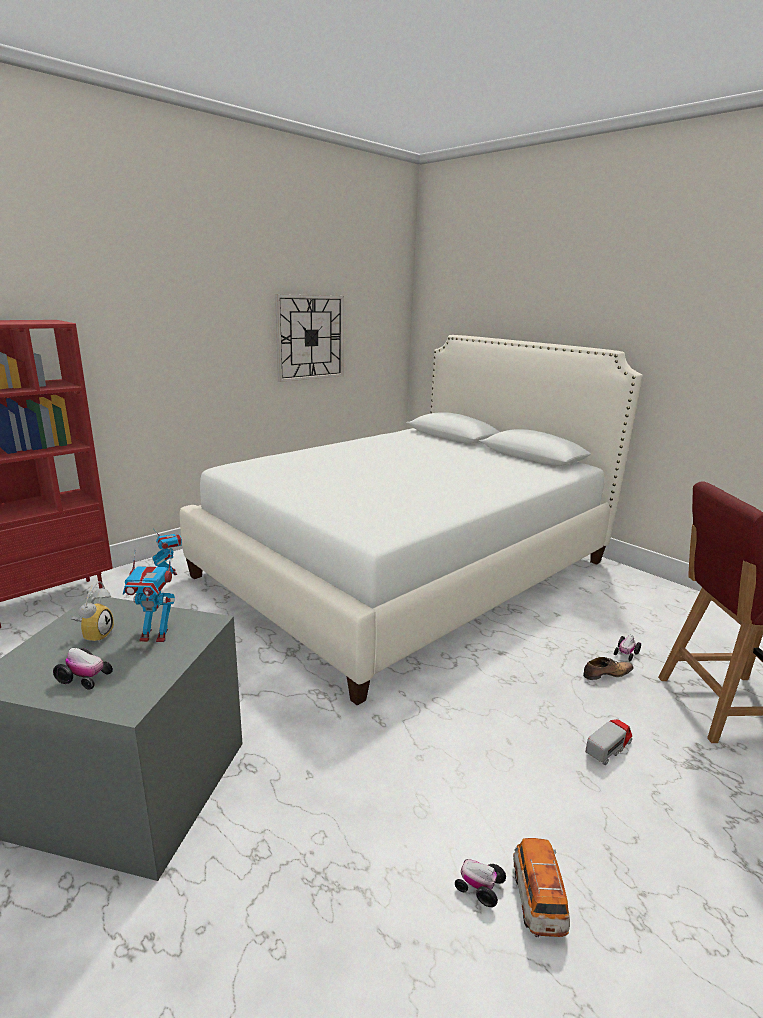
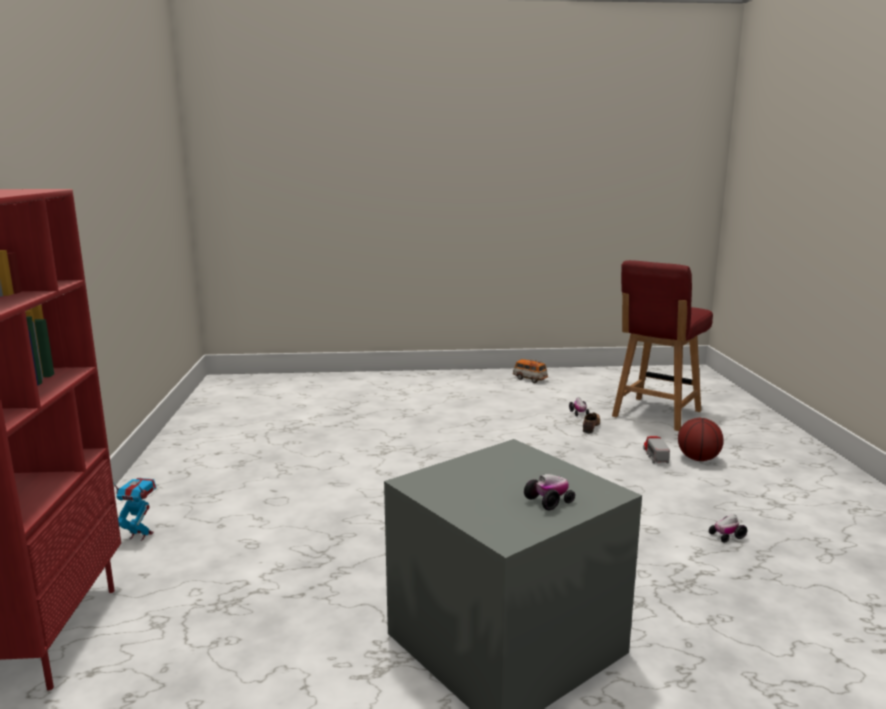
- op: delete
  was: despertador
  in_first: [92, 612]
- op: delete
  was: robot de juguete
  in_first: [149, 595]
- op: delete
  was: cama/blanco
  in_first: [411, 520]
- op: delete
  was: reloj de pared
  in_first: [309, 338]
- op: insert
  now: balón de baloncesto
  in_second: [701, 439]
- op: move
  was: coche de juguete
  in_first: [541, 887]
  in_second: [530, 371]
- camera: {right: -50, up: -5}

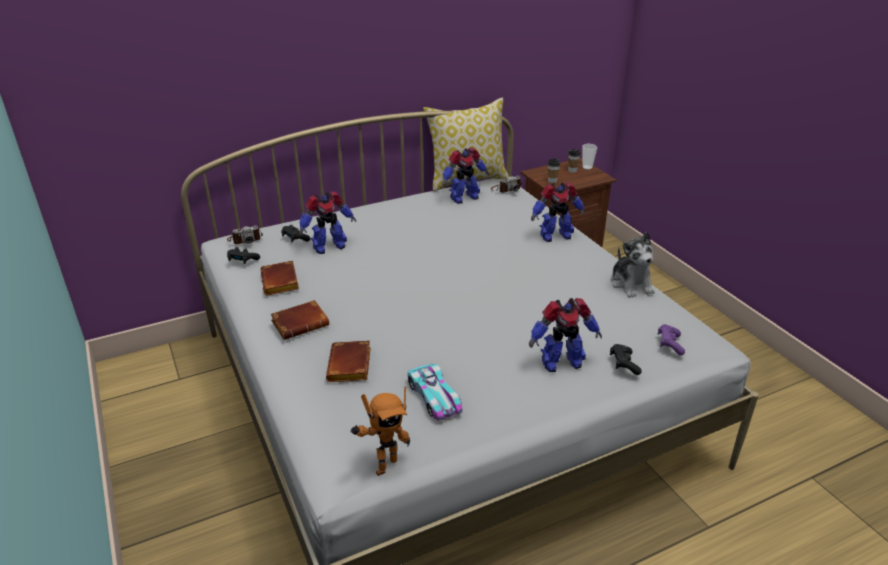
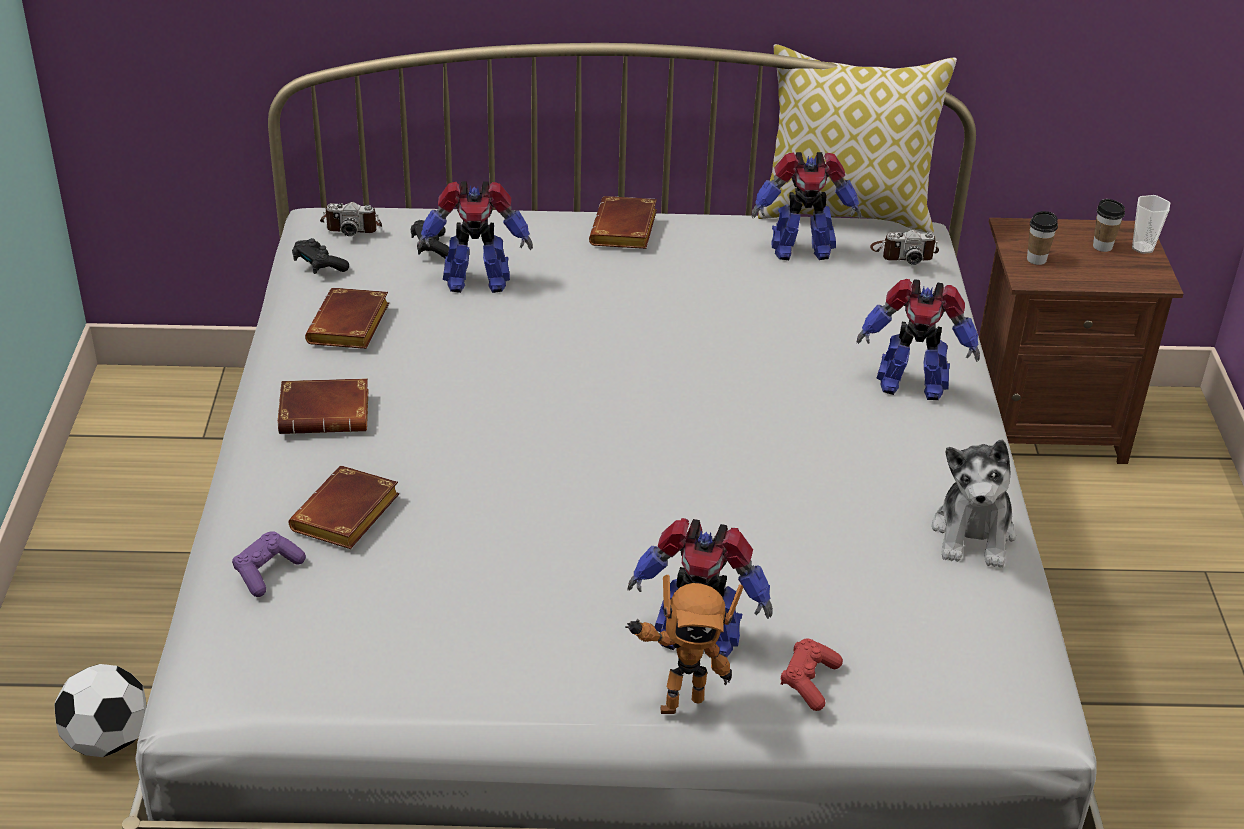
- op: delete
  was: coche de juguete
  in_first: [435, 392]
- op: insert
  now: balón de fútbol
  in_second: [100, 710]
- op: insert
  now: libro/marrón
  in_second: [623, 222]
- op: move
  was: robot de juguete
  in_first: [380, 431]
  in_second: [684, 644]
- op: move
  was: mando de consola/morado
  in_first: [671, 339]
  in_second: [269, 564]
- op: recolor
  was: mando de consola/negro
  now: mando de consola/rojo
  in_first: [626, 359]
  in_second: [812, 674]
- camera: {right: 25, up: 5}

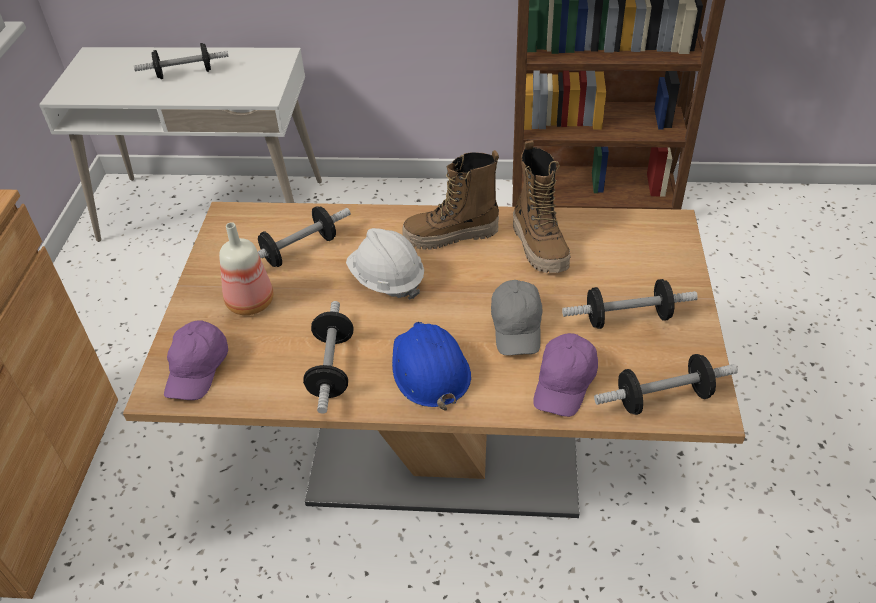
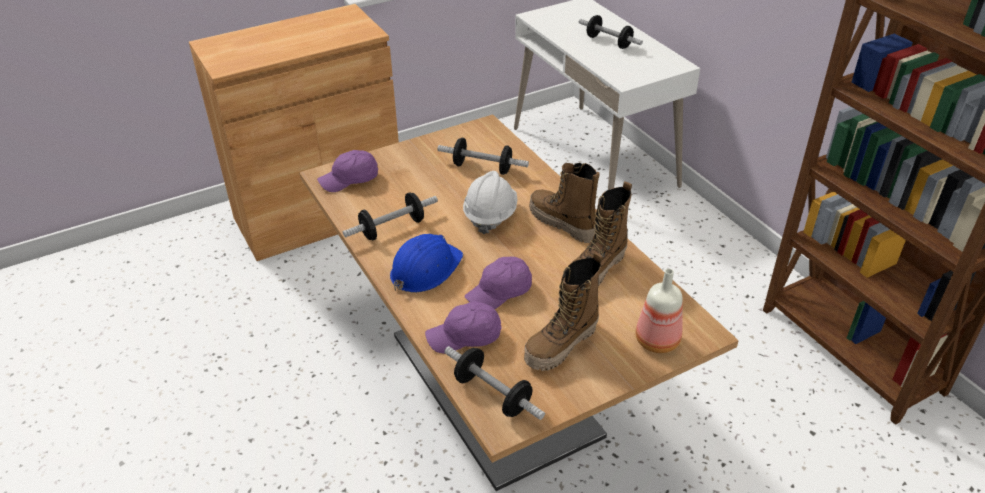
- op: move
  was: botella
  in_first: [246, 268]
  in_second: [659, 311]
- op: replace
  was: mancuerna
  now: bota
  in_first: [630, 304]
  in_second: [563, 311]
- op: recolor
  was: gorra/gris
  now: gorra/morado
  in_first: [517, 318]
  in_second: [498, 283]
- camera: {right: 55, up: -5}

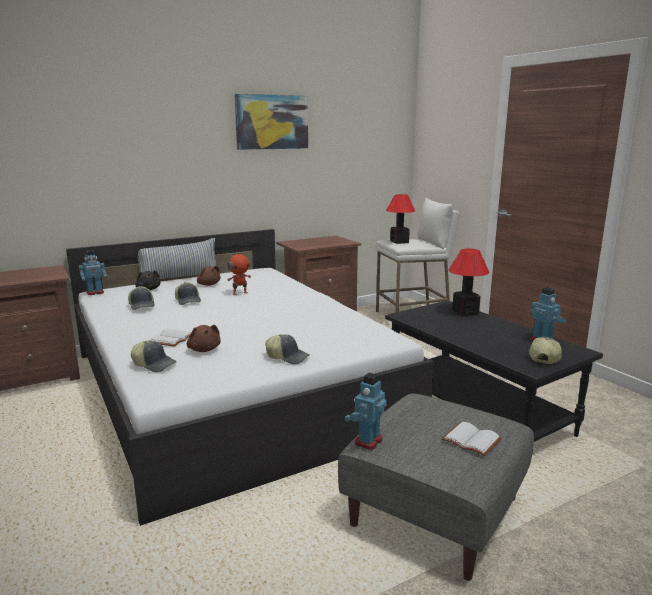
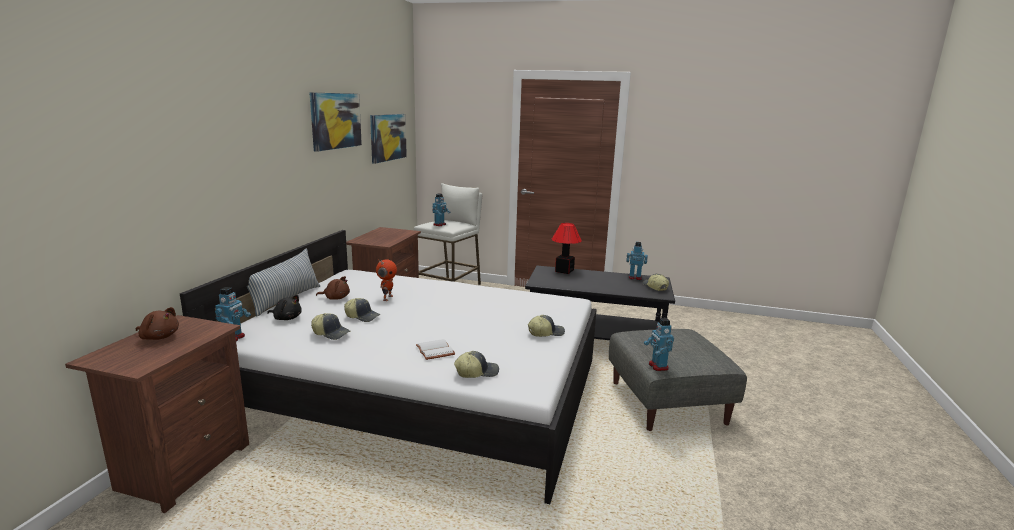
- op: delete
  was: libro/blanco
  in_first: [471, 439]
- op: insert
  now: cuadro
  in_second: [388, 139]
- op: move
  was: peluche/marrón
  in_first: [204, 338]
  in_second: [157, 323]
- op: replace
  was: lámpara de mesa
  now: robot de juguete
  in_first: [400, 219]
  in_second: [441, 210]
- camera: {right: -45, up: 0}

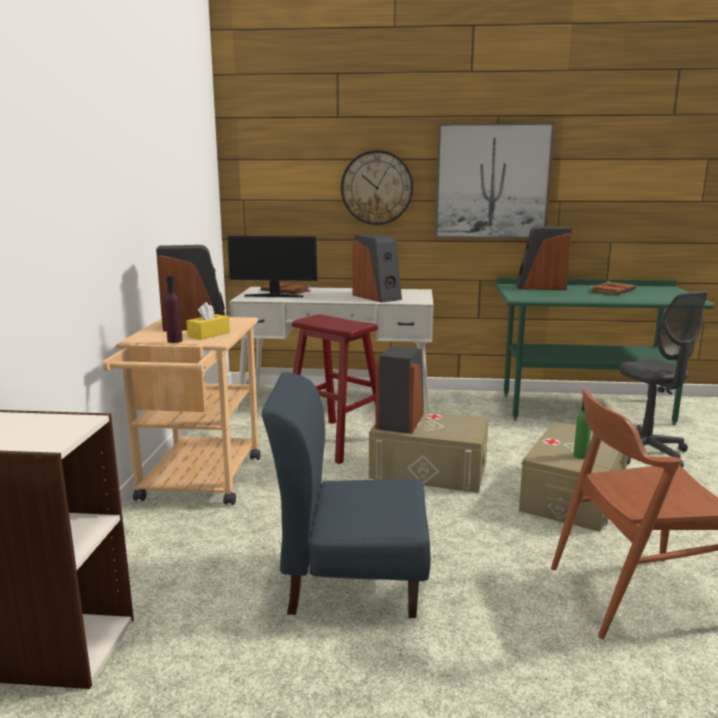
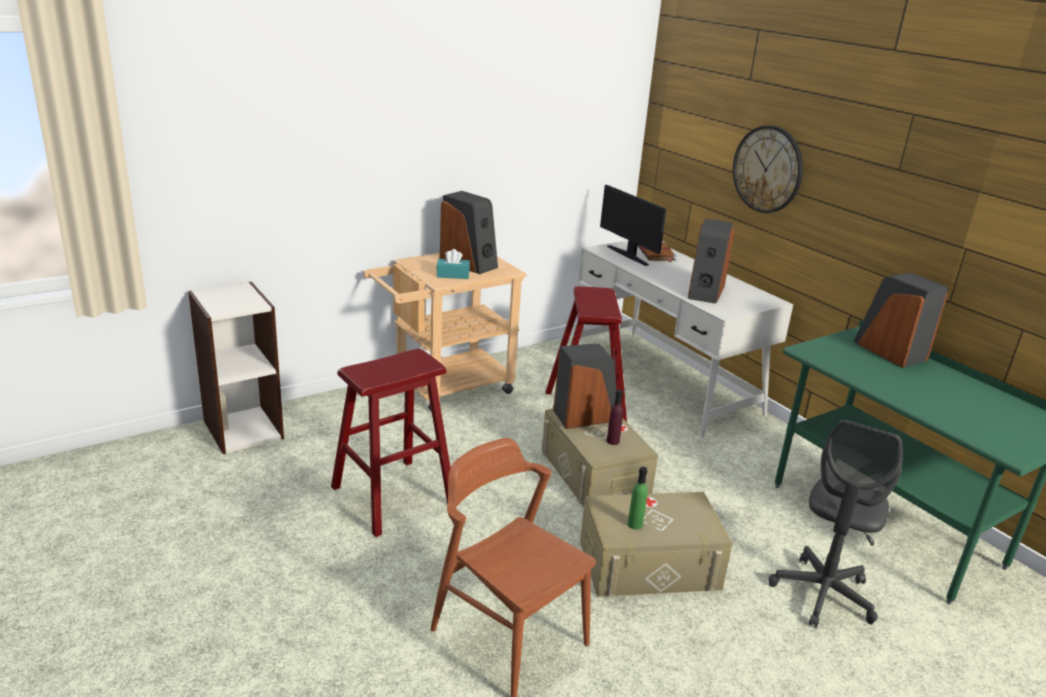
- op: delete
  was: cuadro
  in_first: [495, 180]
- op: delete
  was: libro/marrón
  in_first: [612, 288]
- op: move
  was: botella/morado
  in_first: [174, 309]
  in_second: [615, 417]
- op: replace
  was: silla/azul
  now: taburete/rojo
  in_first: [346, 495]
  in_second: [391, 443]
- op: recolor
  was: caja de pañuelos/amarillo
  now: caja de pañuelos/turquesa
  in_first: [208, 321]
  in_second: [453, 264]
- camera: {right: 50, up: 10}

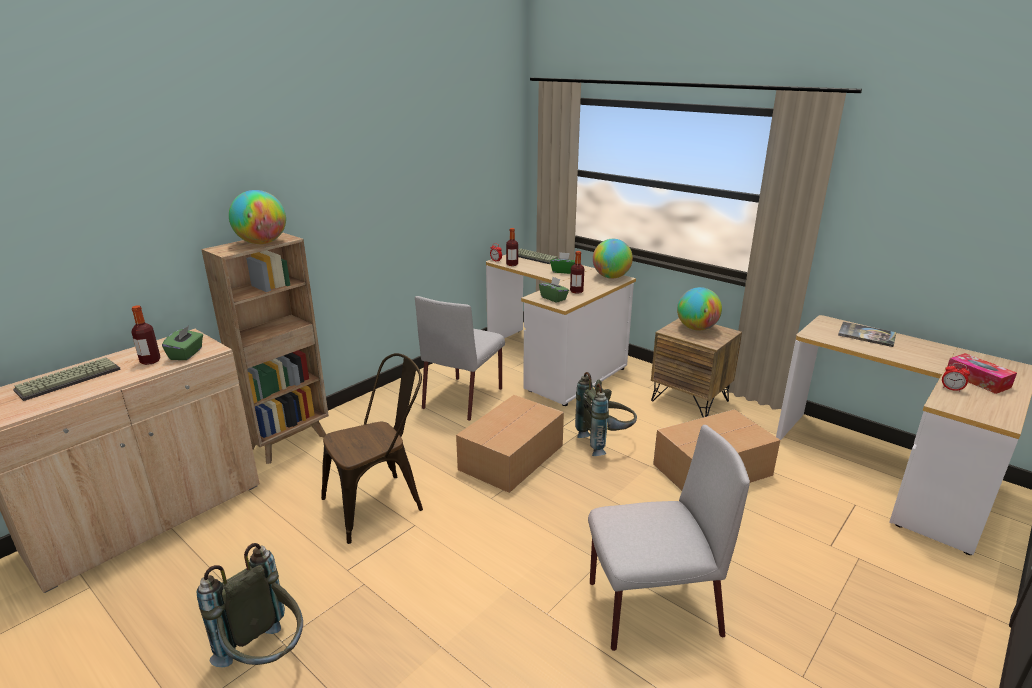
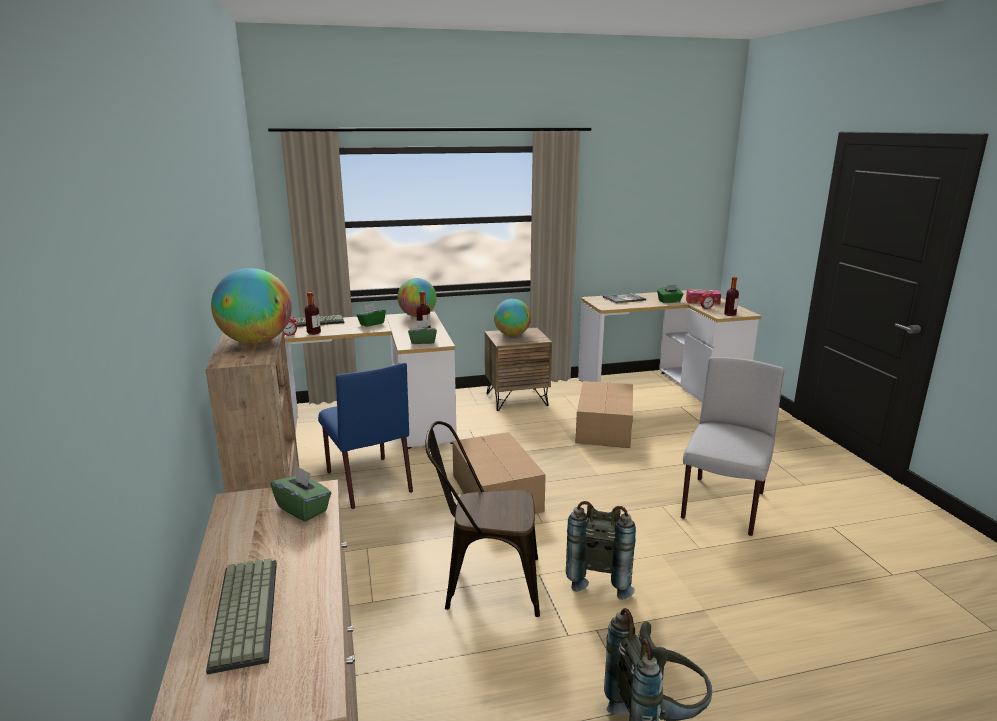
- op: insert
  now: caja de pañuelos/verde
  in_second: [670, 294]
- op: move
  was: botella
  in_first: [146, 335]
  in_second: [731, 296]
- op: move
  was: mochila/gris
  in_first: [606, 414]
  in_second: [601, 550]
- op: recolor
  was: silla/gris
  now: silla/azul
  in_first: [460, 358]
  in_second: [365, 436]
- op: rotate
  was: silla/marrón
  in_first: [372, 448]
  in_second: [482, 519]
  clockwise: -90
- camera: {right: -55, up: -5}

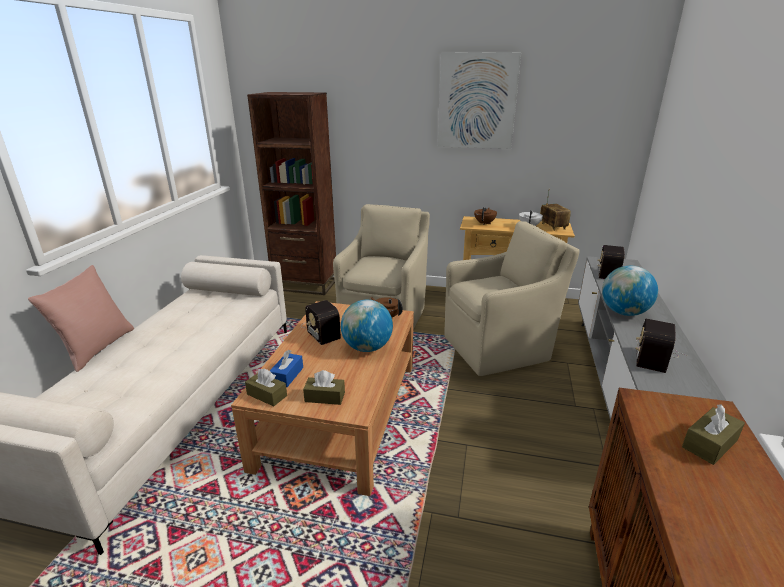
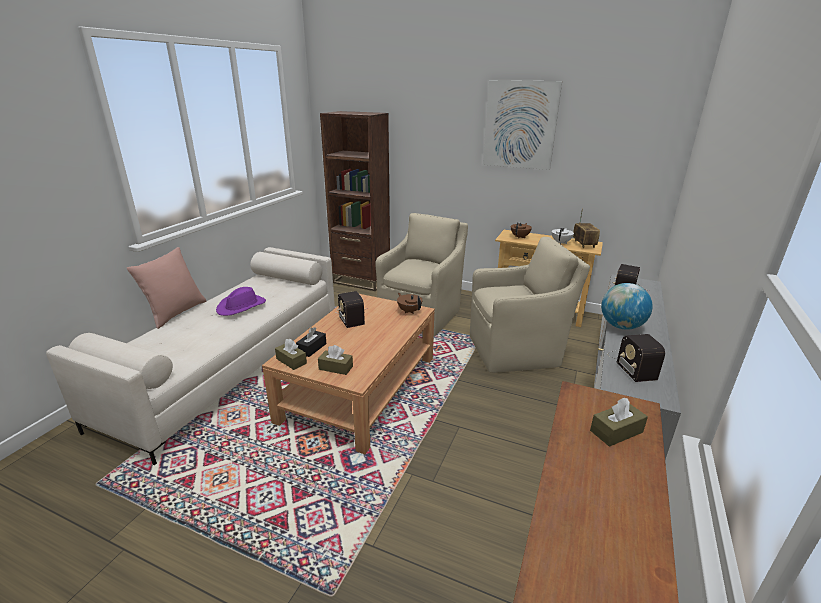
- op: delete
  was: globo terráqueo
  in_first: [367, 326]
- op: insert
  now: sombrero/morado
  in_second: [241, 301]
- op: recolor
  was: caja de pañuelos/azul
  now: caja de pañuelos/negro
  in_first: [286, 368]
  in_second: [311, 342]
- op: rotate
  was: radio
  in_first: [661, 346]
  in_second: [636, 358]
  clockwise: -45
- camera: {right: 10, up: 0}

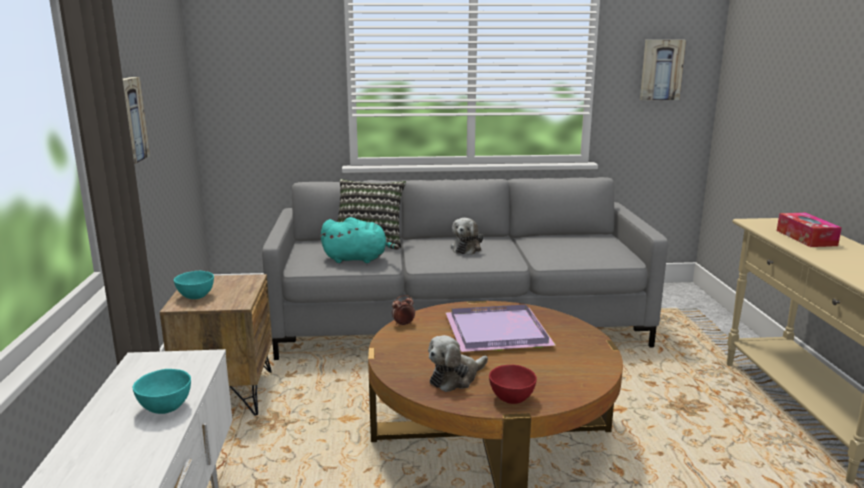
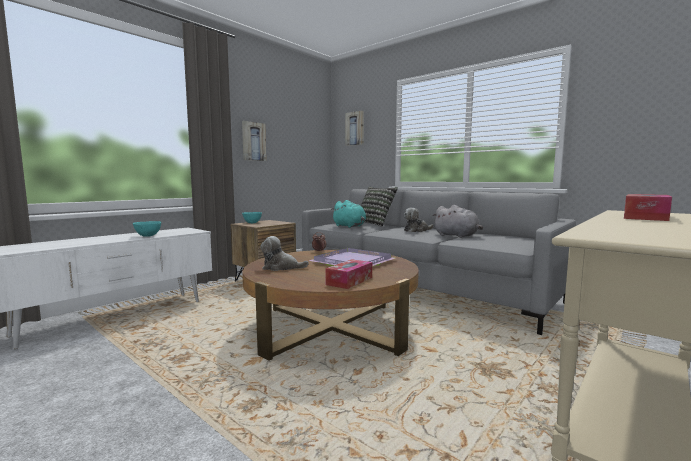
- op: delete
  was: cuenco/rojo
  in_first: [513, 384]
- op: insert
  now: caja de pañuelos
  in_second: [348, 274]
- op: insert
  now: peluche/gris
  in_second: [457, 221]
- op: move
  was: cuadro
  in_first: [663, 70]
  in_second: [354, 128]
- camera: {right: 45, up: -10}

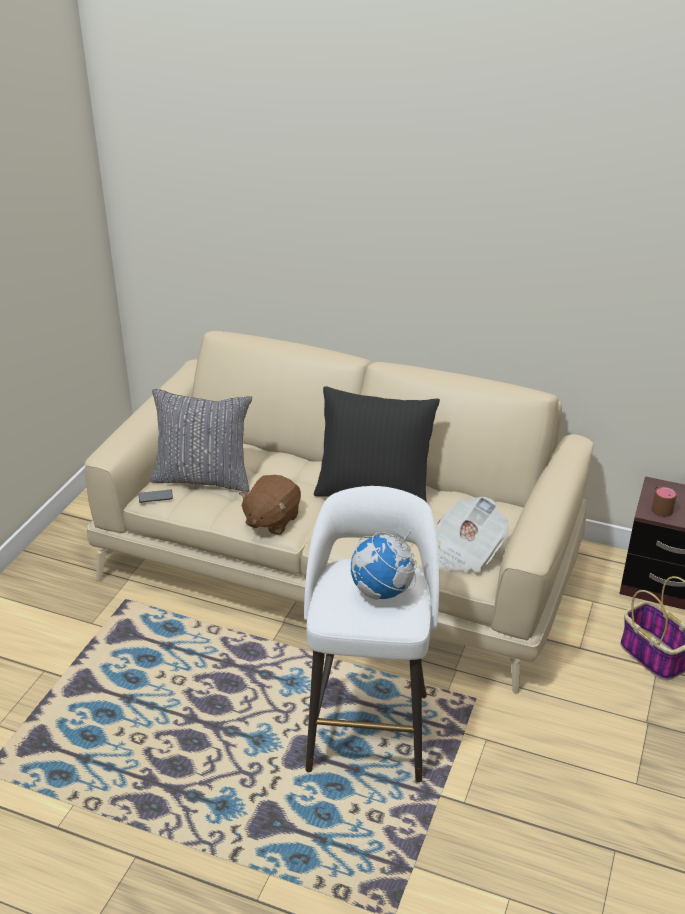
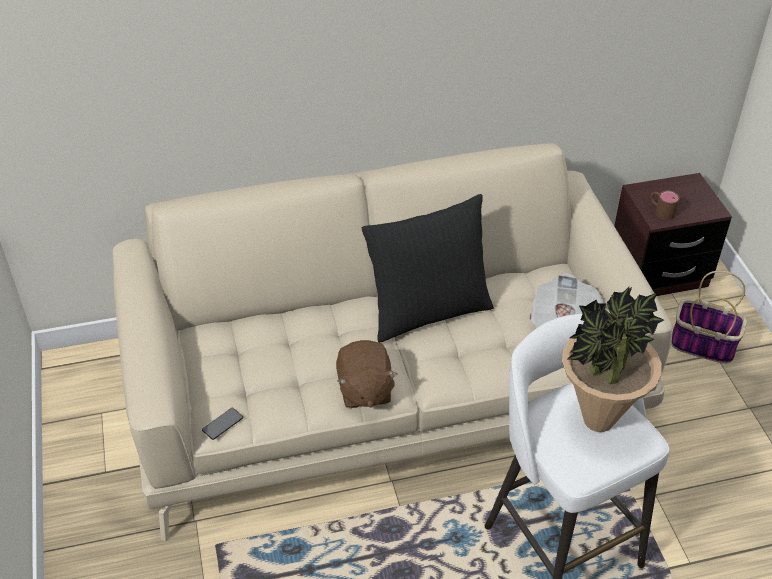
- op: delete
  was: cojín/gris
  in_first: [201, 441]
- op: replace
  was: globo terráqueo
  now: planta en maceta
  in_first: [384, 561]
  in_second: [613, 359]
- camera: {right: -35, up: 10}

